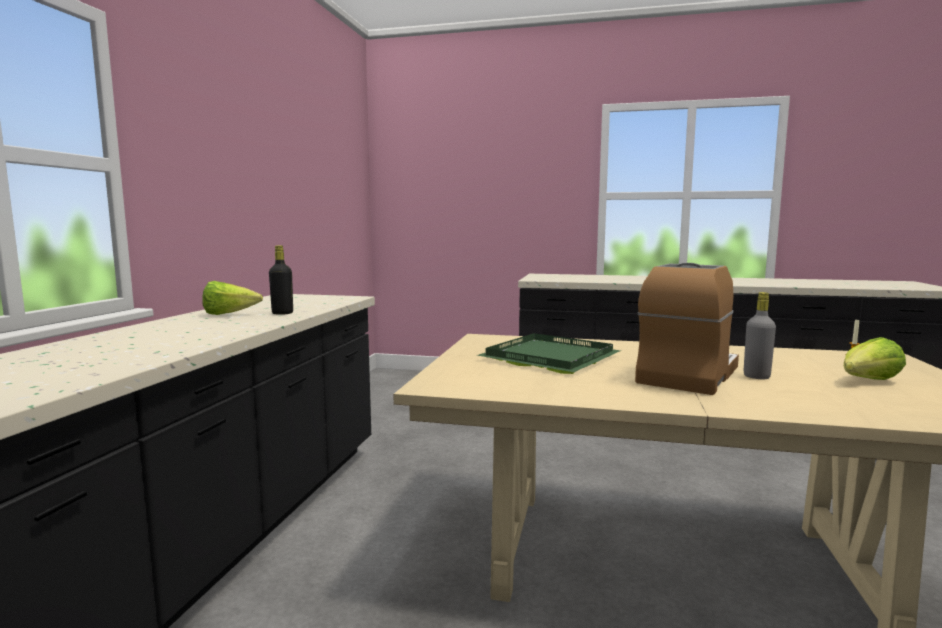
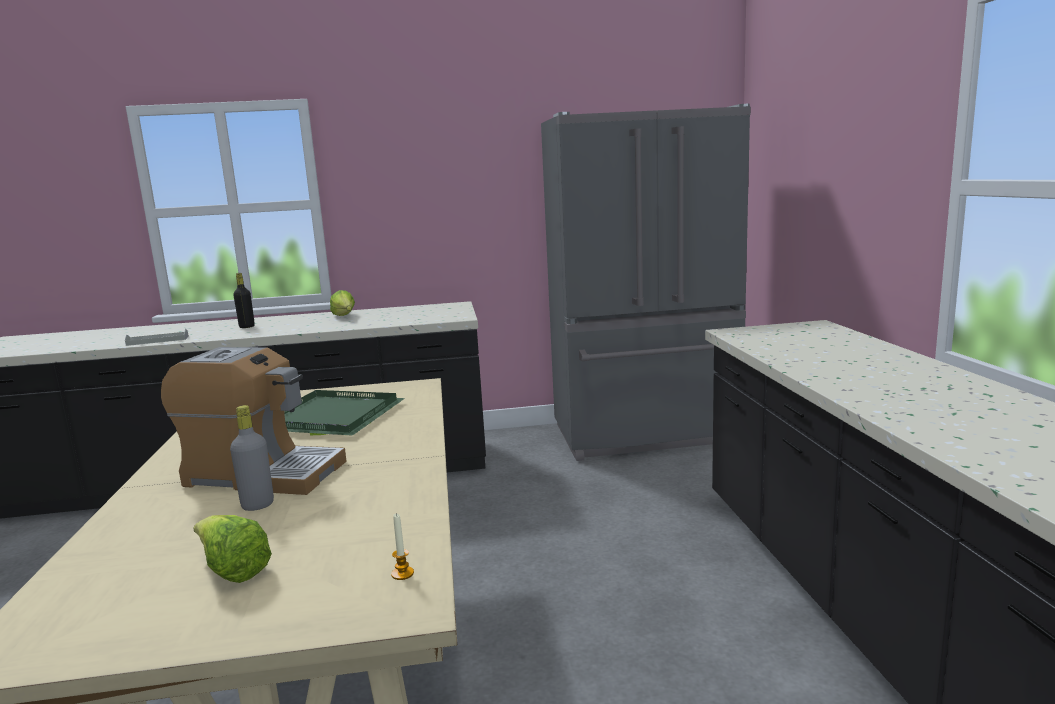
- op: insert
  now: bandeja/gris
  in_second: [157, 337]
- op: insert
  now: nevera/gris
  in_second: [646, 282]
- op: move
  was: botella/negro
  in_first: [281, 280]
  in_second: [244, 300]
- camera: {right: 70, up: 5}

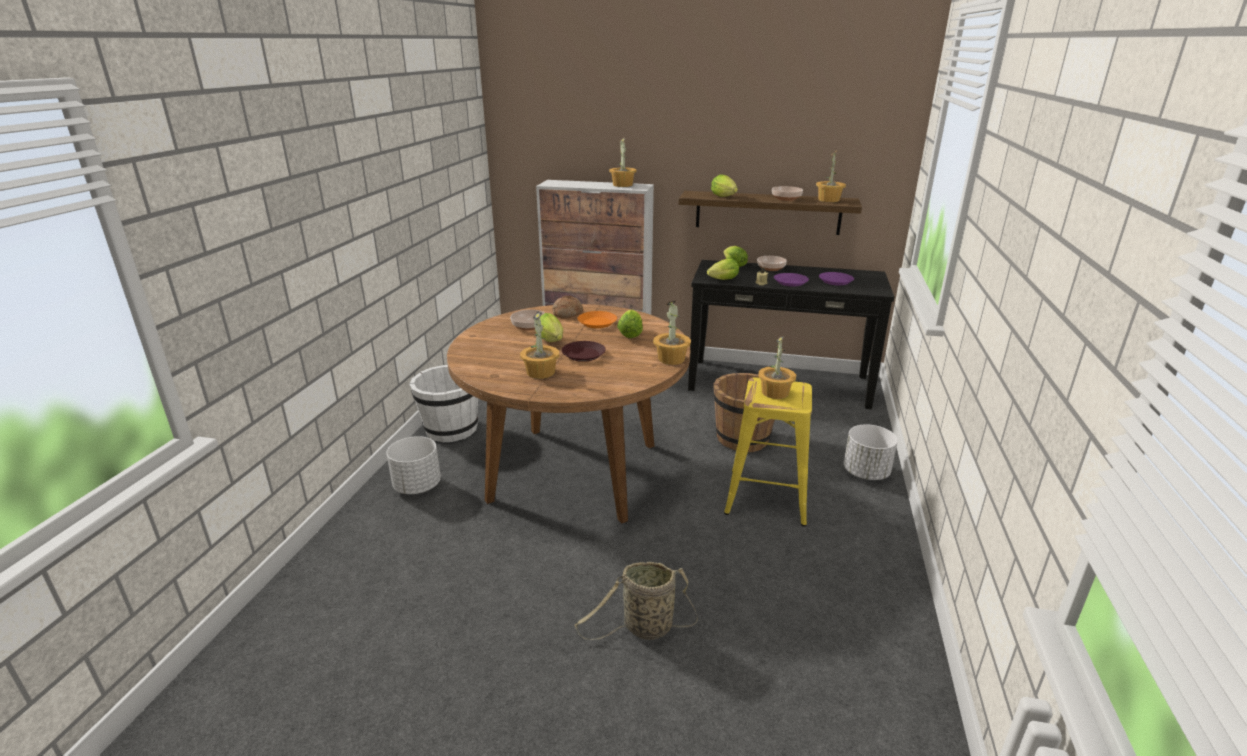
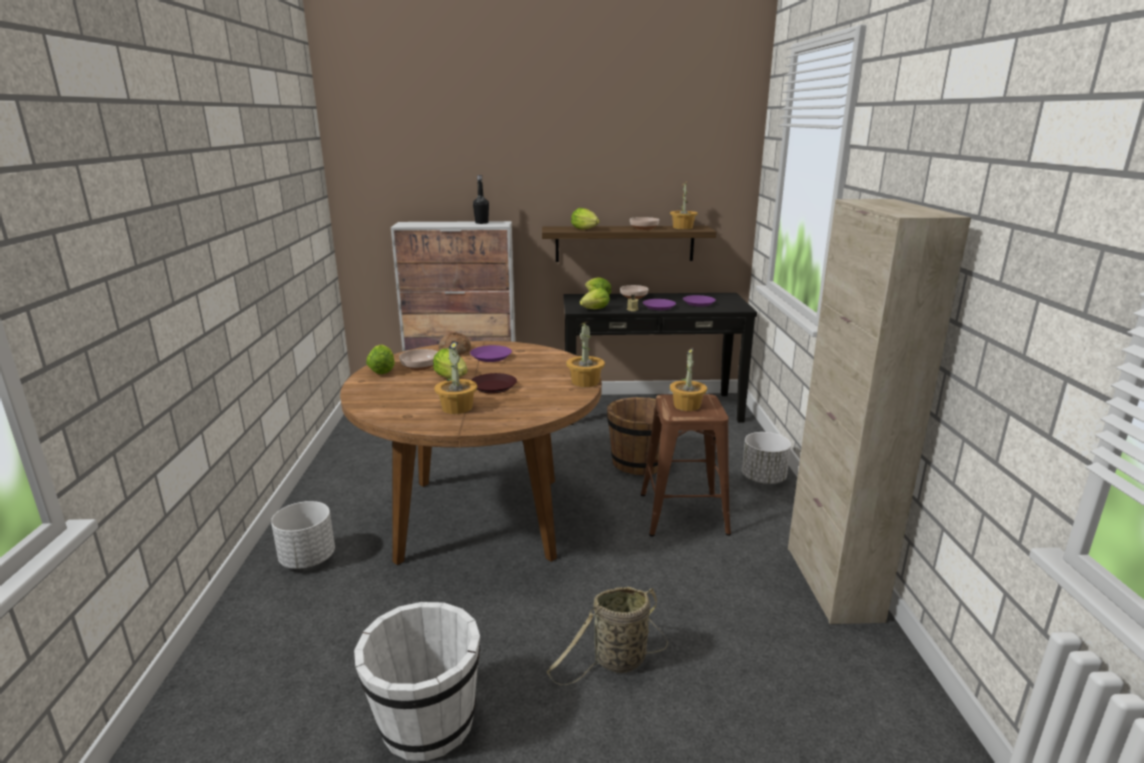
- op: insert
  now: armario/beis
  in_second: [879, 411]
- op: move
  was: cubo/blanco
  in_first: [443, 403]
  in_second: [417, 681]
- op: move
  was: lechuga
  in_first: [630, 323]
  in_second: [380, 359]
- op: replace
  was: planta en maceta
  now: botella/negro
  in_first: [622, 162]
  in_second: [481, 199]
- op: recolor
  was: plato/naranja
  now: plato/morado
  in_first: [597, 319]
  in_second: [491, 353]
- op: recolor
  was: taburete/amarillo
  now: taburete/marrón
  in_first: [768, 452]
  in_second: [686, 465]
- camera: {right: -15, up: -5}

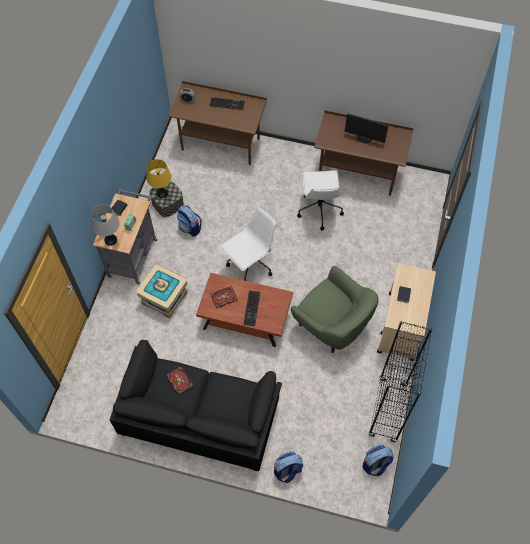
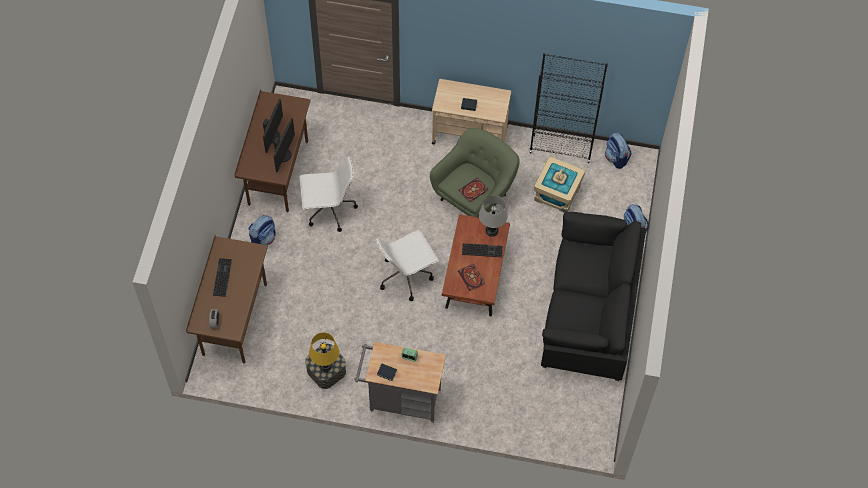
- op: insert
  now: monitor
  in_second: [284, 145]
- op: move
  was: lámpara de mesa/gris
  in_first: [105, 225]
  in_second: [493, 216]
- op: move
  was: caja de almacenaje/beis
  in_first: [162, 291]
  in_second: [559, 185]
- op: move
  was: libro
  in_first: [180, 380]
  in_second: [473, 189]
- op: move
  was: mochila
  in_first: [189, 221]
  in_second: [262, 230]
- op: rotate
  was: silla de oficina/blanco
  in_first: [248, 244]
  in_second: [407, 265]
  clockwise: -75
- camera: {right: -95, up: 0}

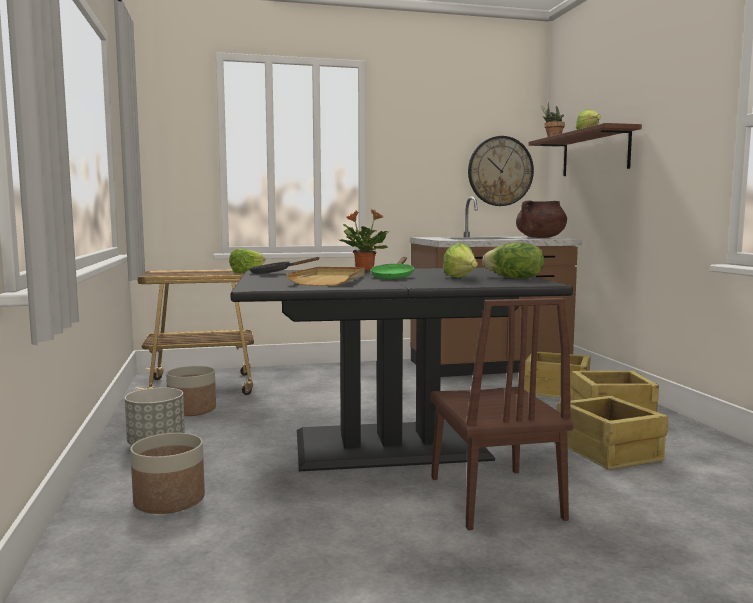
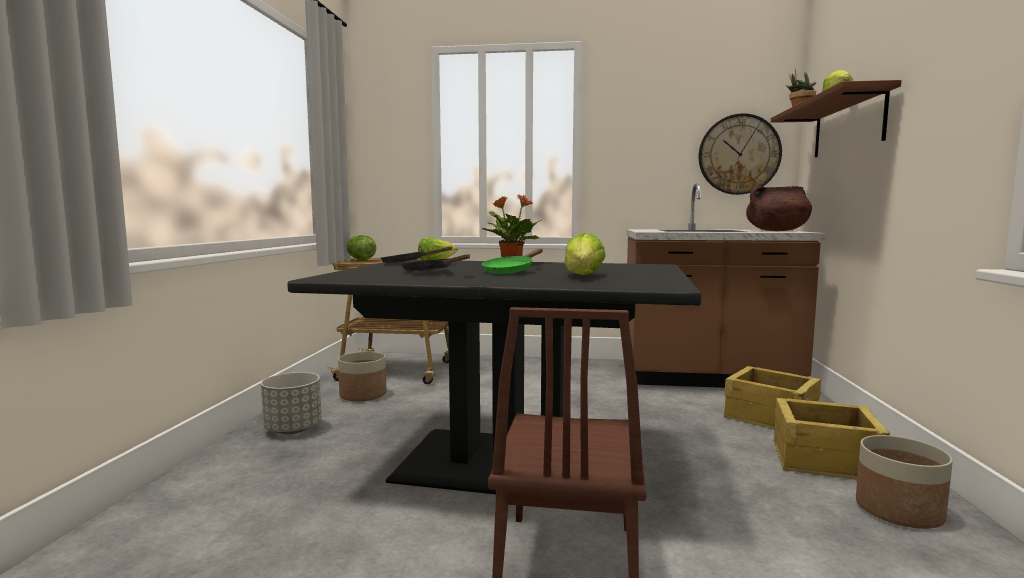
- op: delete
  was: caja de embalaje
  in_first: [612, 433]
- op: move
  was: maceta
  in_first: [167, 473]
  in_second: [904, 482]
- op: move
  was: lechuga
  in_first: [513, 260]
  in_second: [361, 247]
- op: replace
  was: bandeja/beis
  now: sartén/negro
  in_first: [325, 276]
  in_second: [435, 263]
- camera: {right: 20, up: 0}

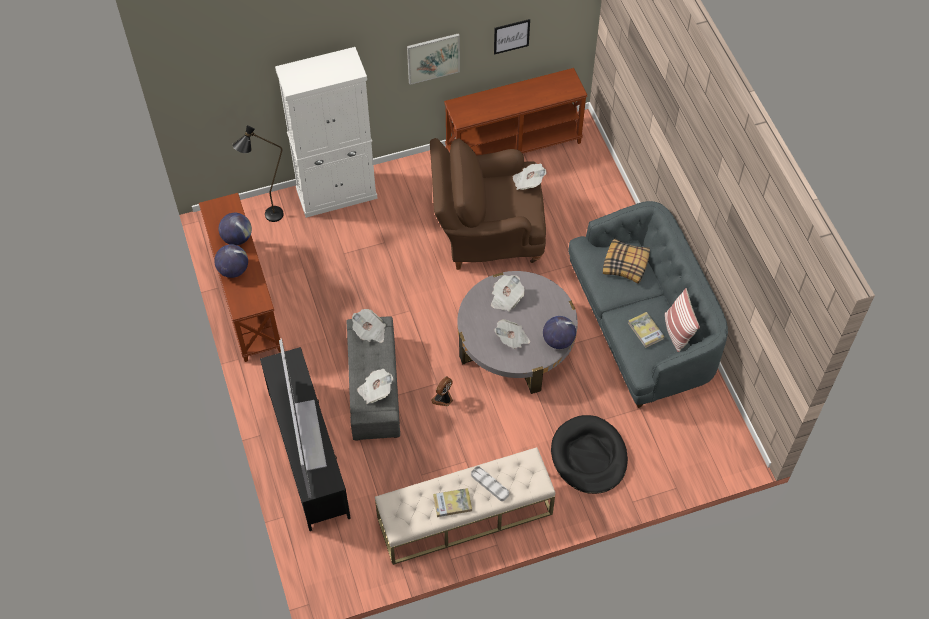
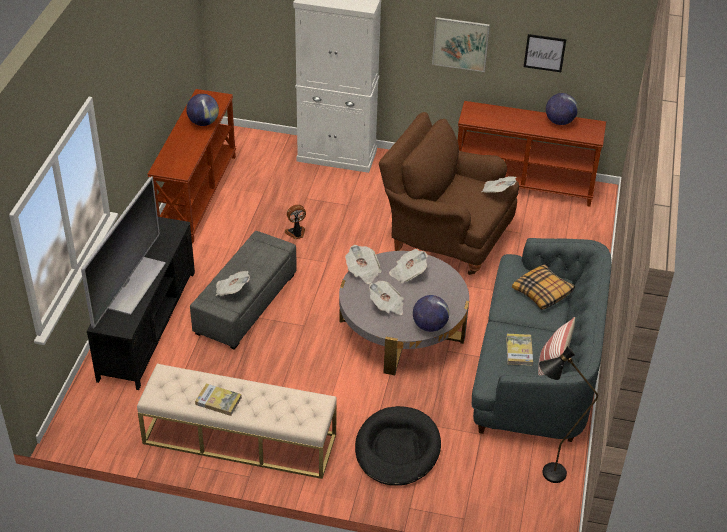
- op: delete
  was: bandeja/gris
  in_first: [490, 483]
- op: move
  was: globo terráqueo
  in_first: [231, 261]
  in_second: [562, 109]
- op: move
  was: lámpara de pie/negro
  in_first: [258, 173]
  in_second: [568, 414]
- op: move
  was: periódico
  in_first: [369, 326]
  in_second: [363, 264]
- op: move
  was: ventilador
  in_first: [442, 391]
  in_second: [295, 222]
- camera: {right: 30, up: -15}

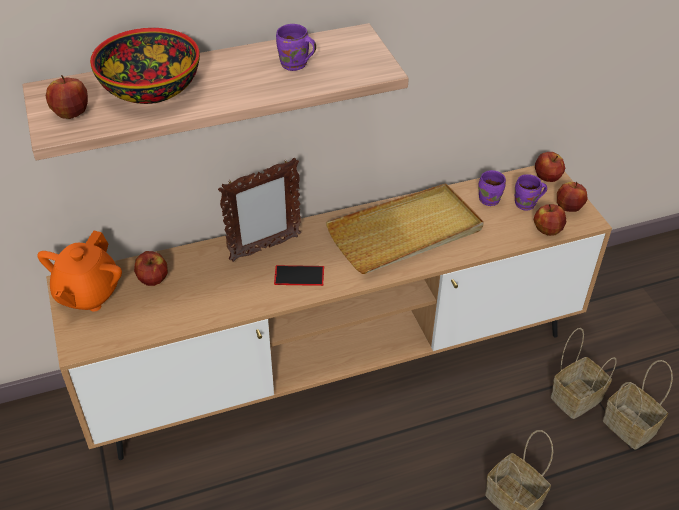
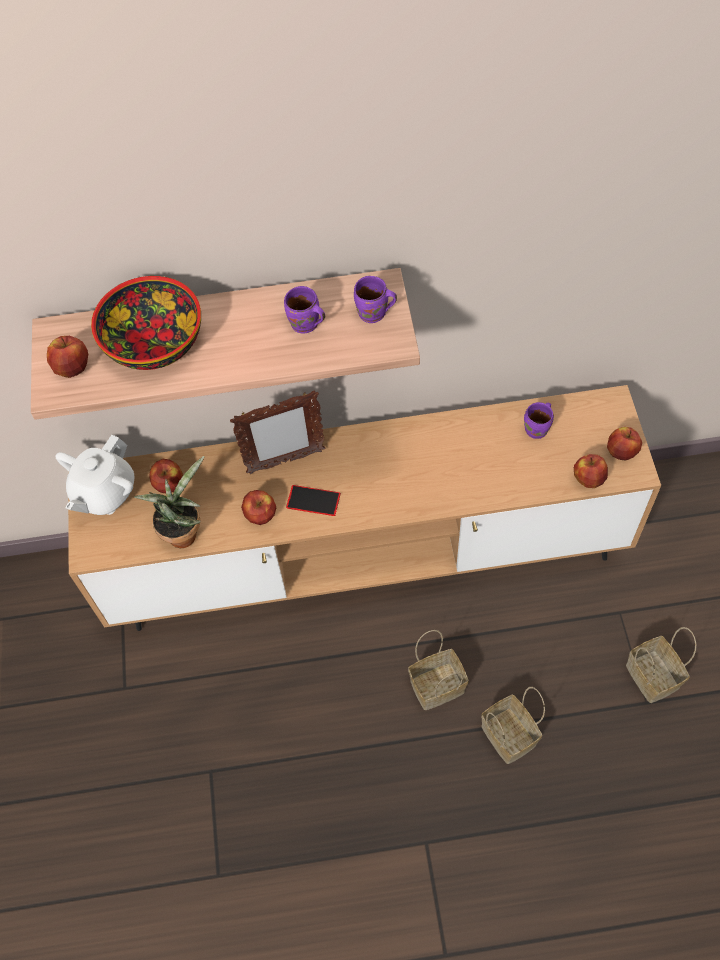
- op: delete
  was: bandeja/beis
  in_first: [405, 228]
- op: insert
  now: planta en maceta
  in_second: [169, 502]
- op: move
  was: taza grande/morado
  in_first: [531, 192]
  in_second: [375, 299]
- op: move
  was: manzana
  in_first: [550, 167]
  in_second: [258, 507]
- op: move
  was: cesta
  in_first: [584, 373]
  in_second: [438, 670]
- op: recolor
  was: tetera/naranja
  now: tetera/blanco
  in_first: [79, 271]
  in_second: [95, 475]
- camera: {right: 15, up: 15}

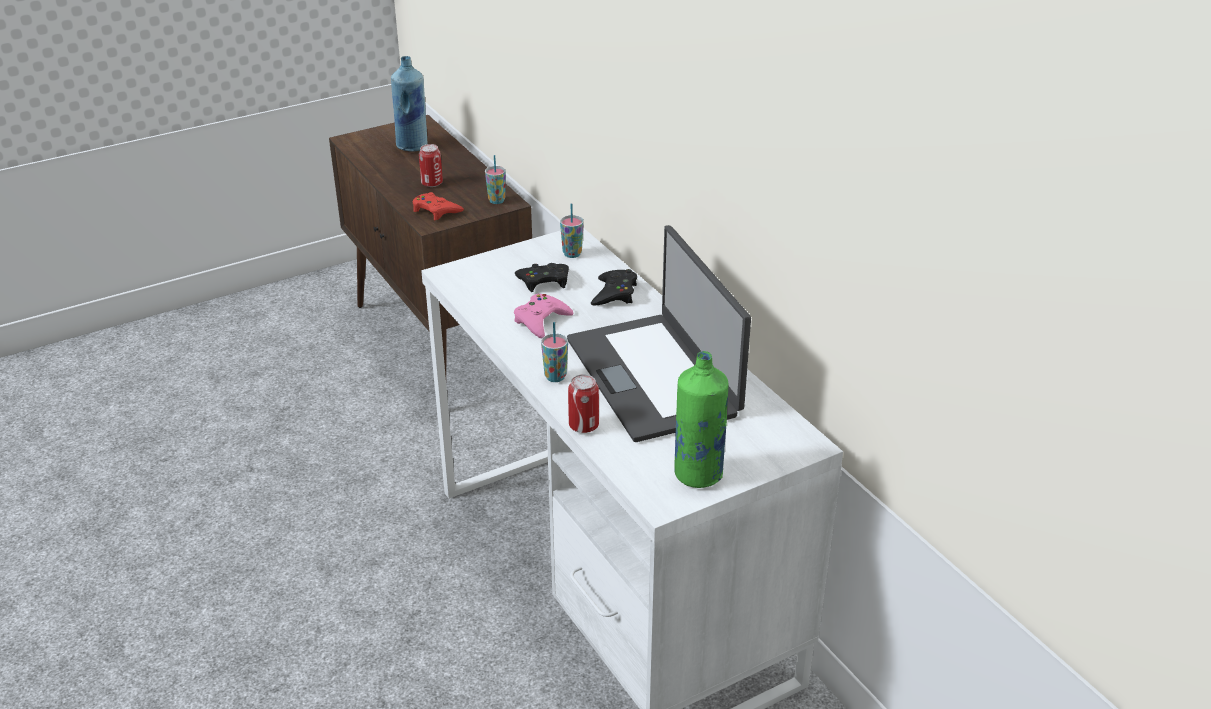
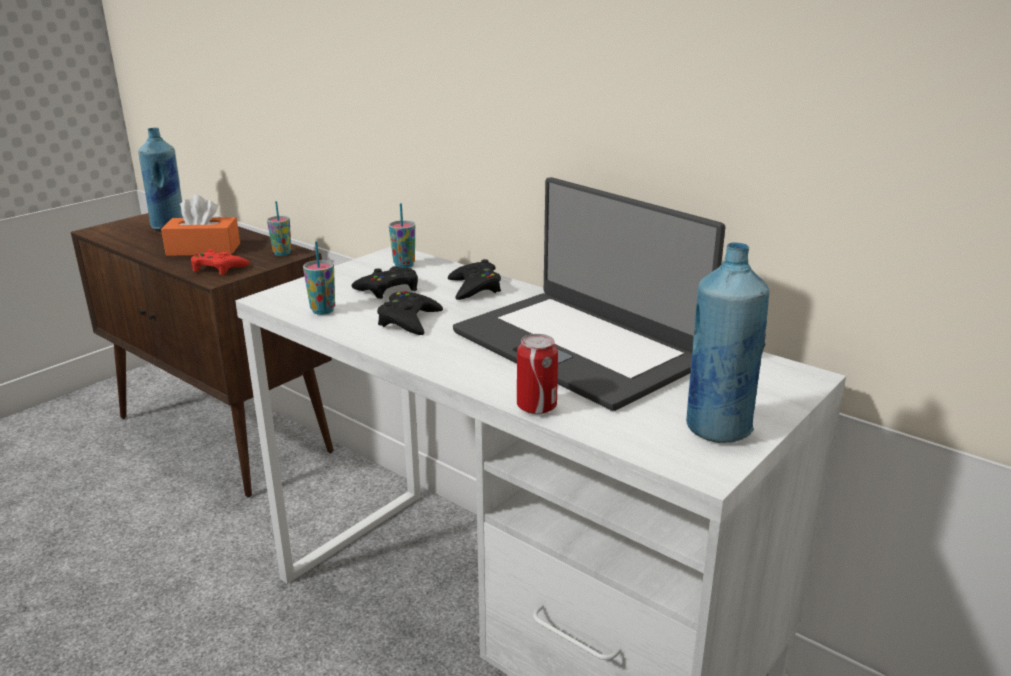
- op: move
  was: taza
  in_first: [554, 352]
  in_second: [319, 278]
- op: replace
  was: lata
  now: caja de pañuelos/naranja
  in_first: [431, 165]
  in_second: [200, 225]
- op: recolor
  was: mando de consola/rosa
  now: mando de consola/negro
  in_first: [543, 316]
  in_second: [410, 313]
- op: recolor
  was: botella/verde
  now: botella/azul
  in_first: [701, 419]
  in_second: [727, 342]
- camera: {right: -20, up: -10}

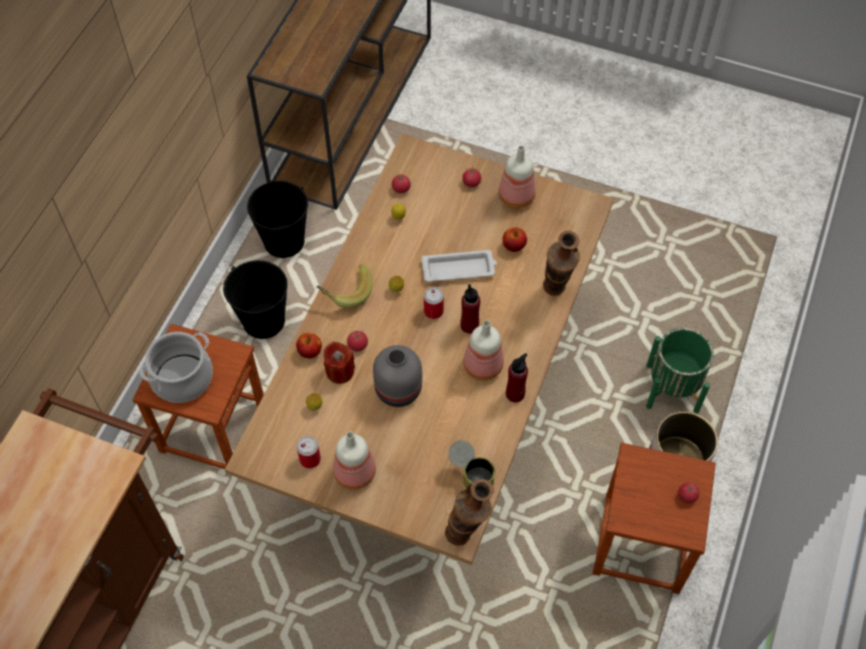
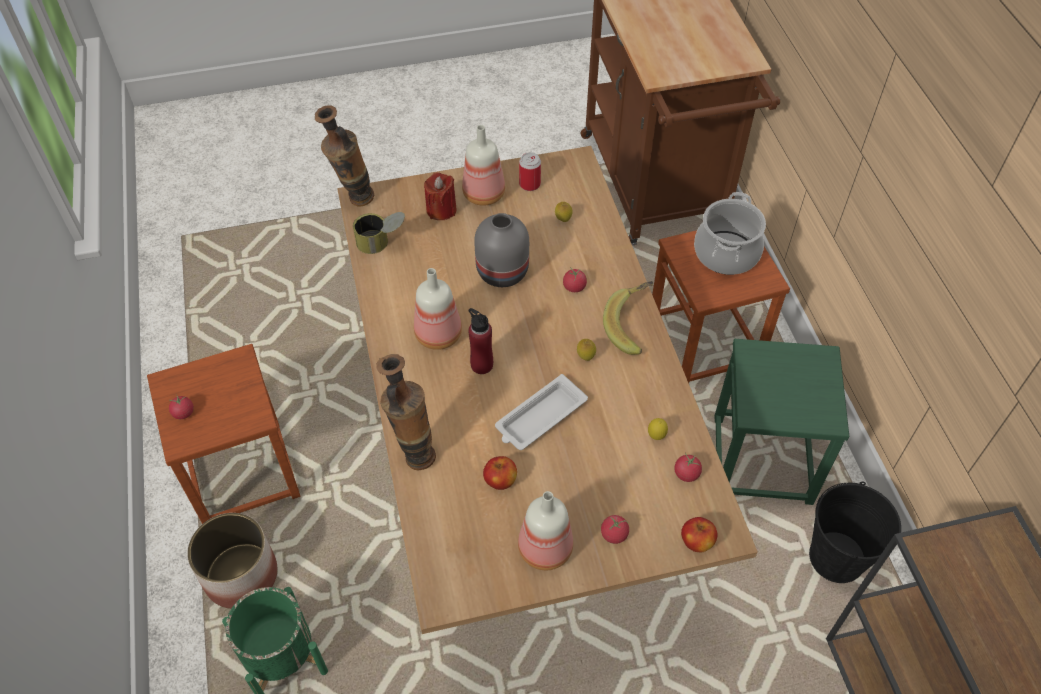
- op: delete
  was: lata
  in_first: [434, 303]
- op: delete
  was: botella/rojo
  in_first: [517, 377]
- op: move
  was: manzana
  in_first: [309, 345]
  in_second: [699, 534]
- op: move
  was: vela/rojo
  in_first: [339, 363]
  in_second: [440, 196]
- op: replace
  was: cubo/negro
  now: taburete/verde
  in_first: [255, 299]
  in_second: [782, 422]
- camera: {right: 145, up: -5}

